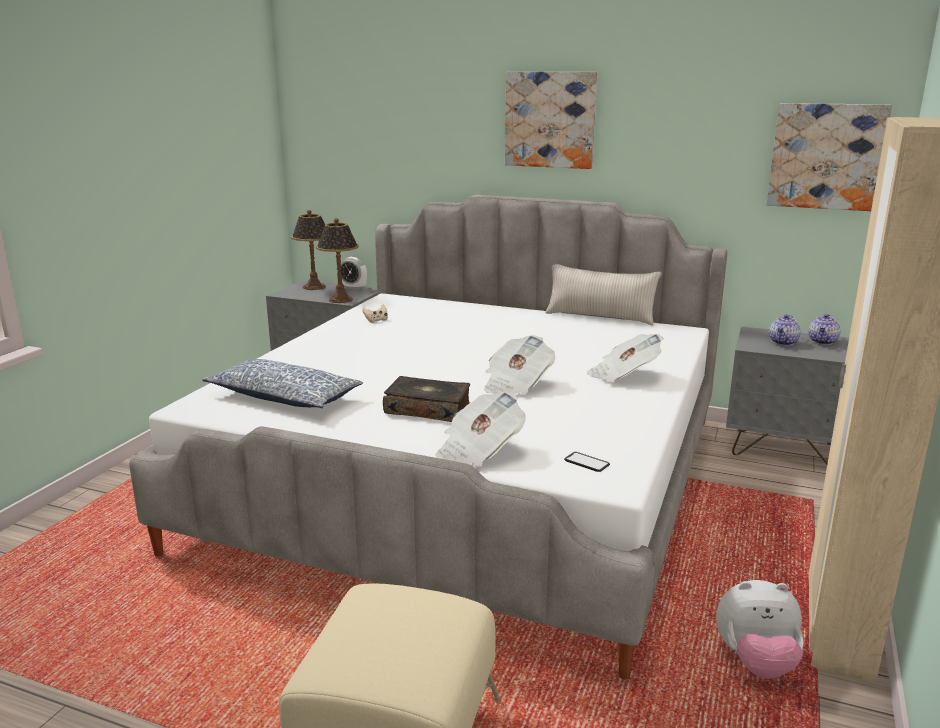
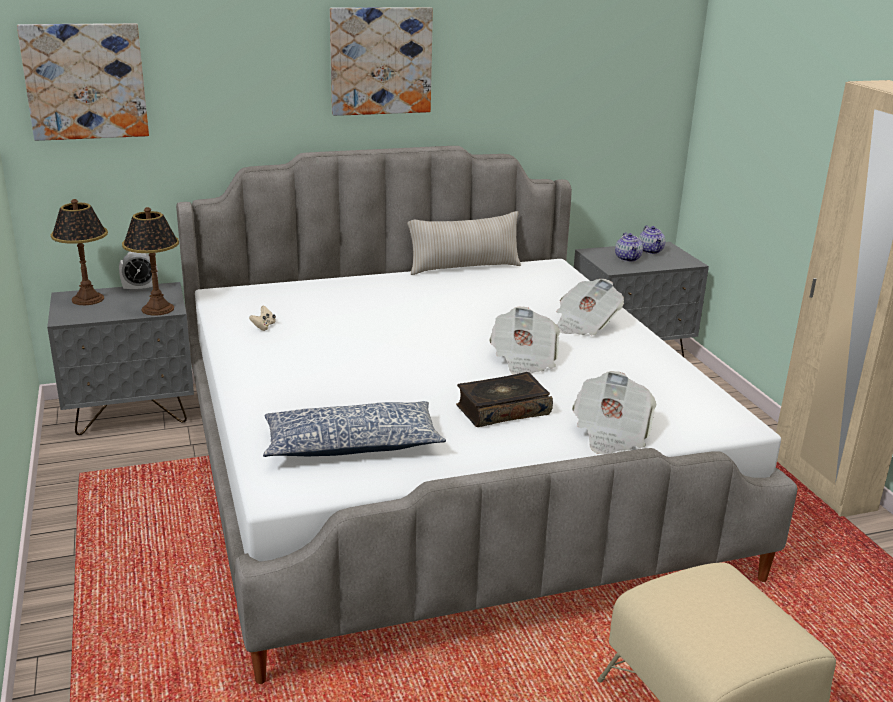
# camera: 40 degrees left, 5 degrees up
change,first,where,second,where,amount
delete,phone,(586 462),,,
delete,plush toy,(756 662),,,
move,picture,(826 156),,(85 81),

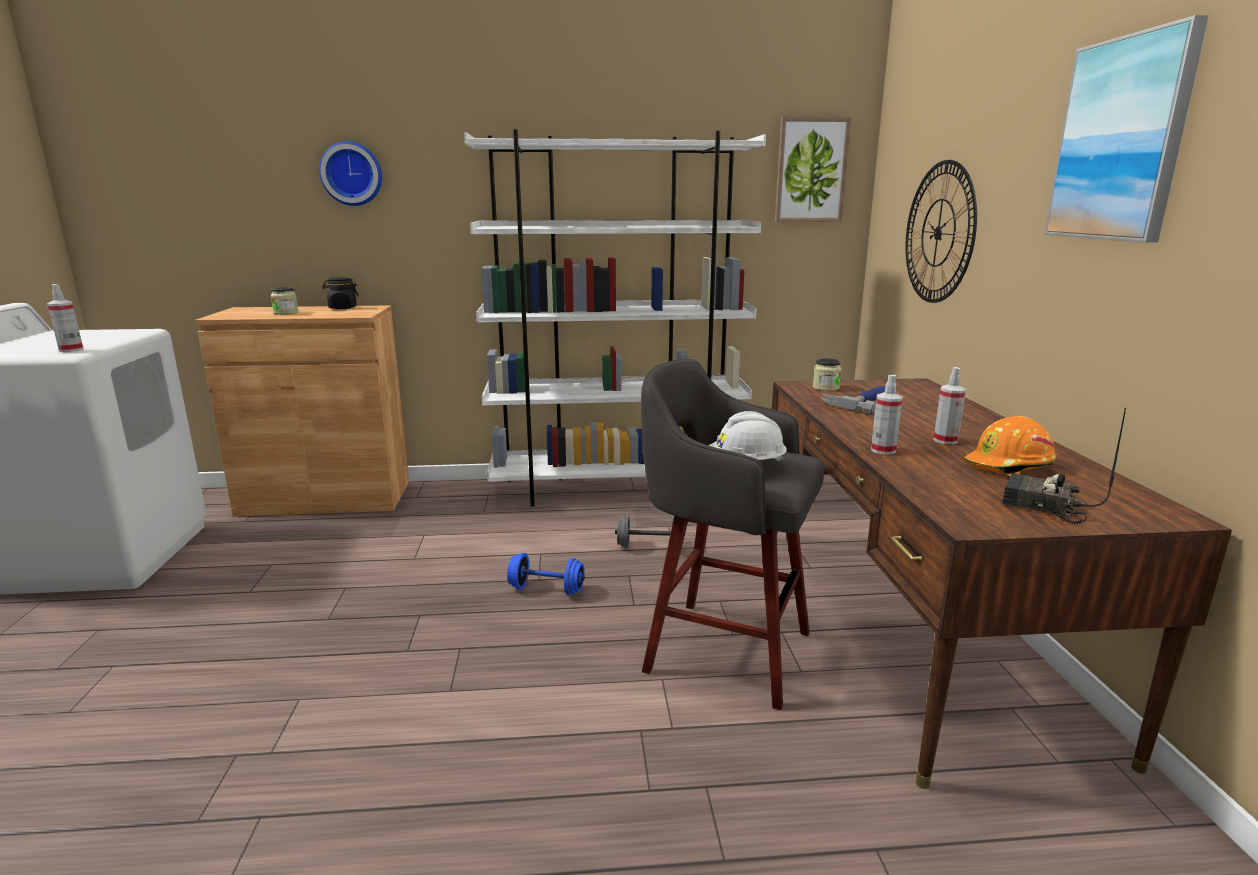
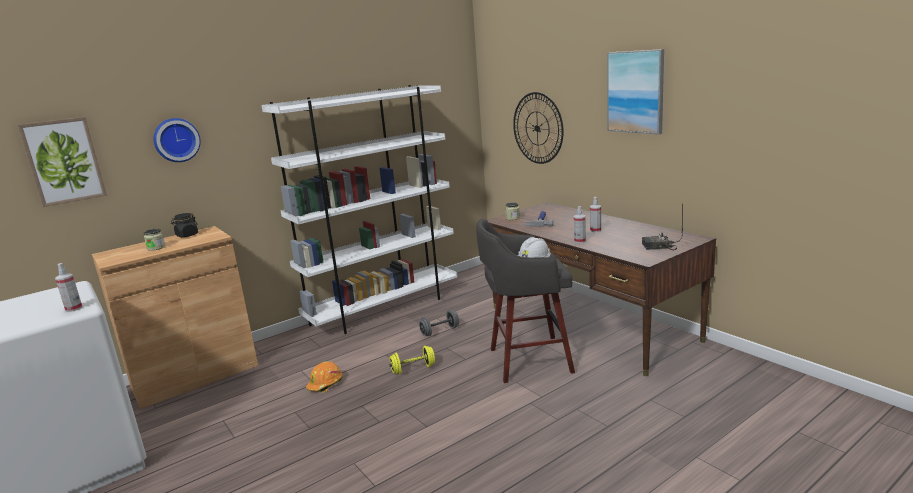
# camera: 30 degrees left, 0 degrees up
change,first,where,second,where,amount
move,picture,(811 170),,(64 161),
move,orange hard hat,(1009 466),,(325 384),
recolor,blue dumbbell,(546 589),yellow dumbbell,(413 369),

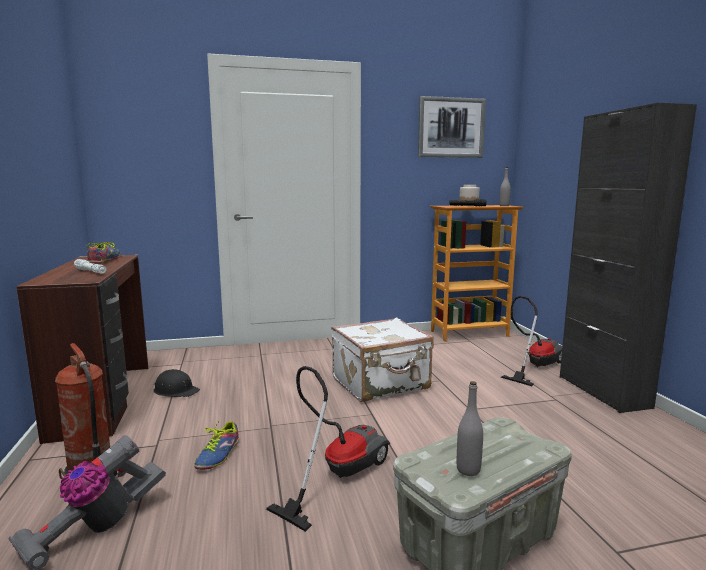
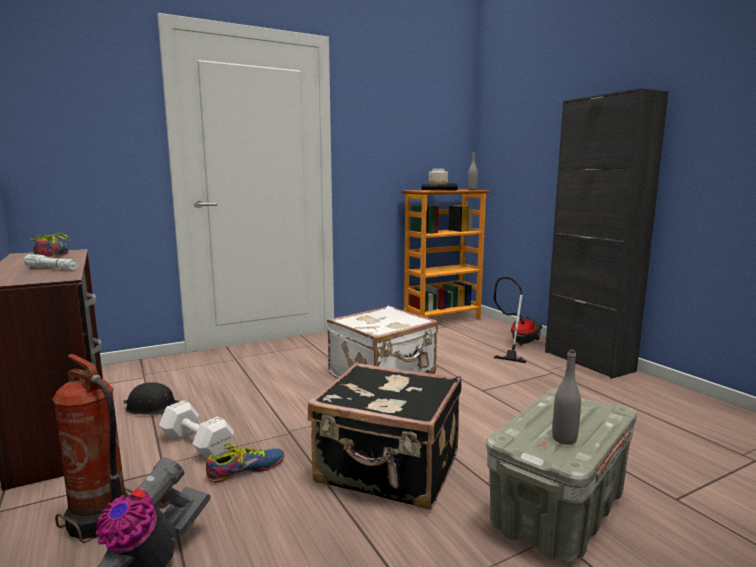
# camera: 15 degrees left, 0 degrees up
change,first,where,second,where,amount
delete,picture,(451 128),,,
insert,,,white dumbbell,(196 443),
replace,vacuum cleaner,(338 474),black suitcase,(389 470),
rotate,shoe,(218 454),,(246 470),120 degrees counterclockwise

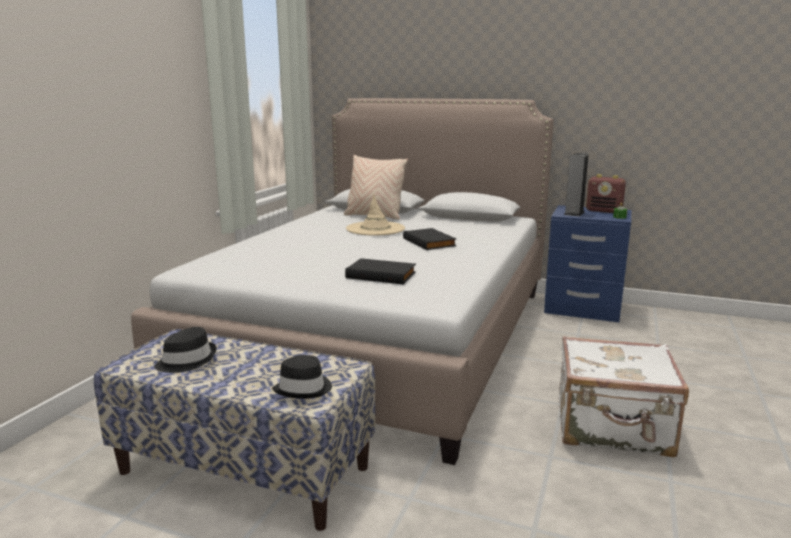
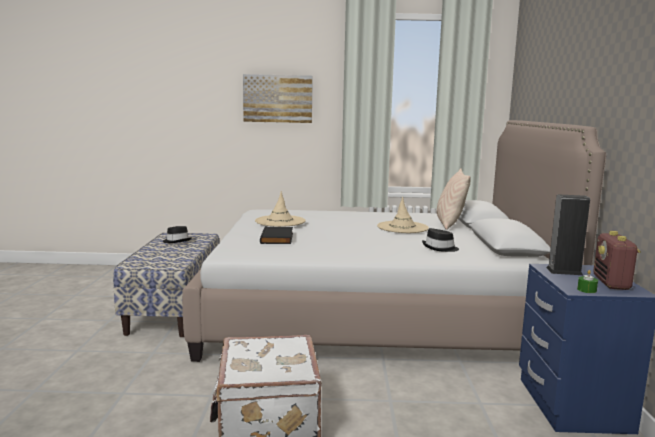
# camera: 70 degrees right, 5 degrees down
change,first,where,second,where,amount
delete,black book,(430 242),,,
insert,,,picture,(278 98),
insert,,,beige hat,(280 221),
move,black hat,(304 388),,(440 248),

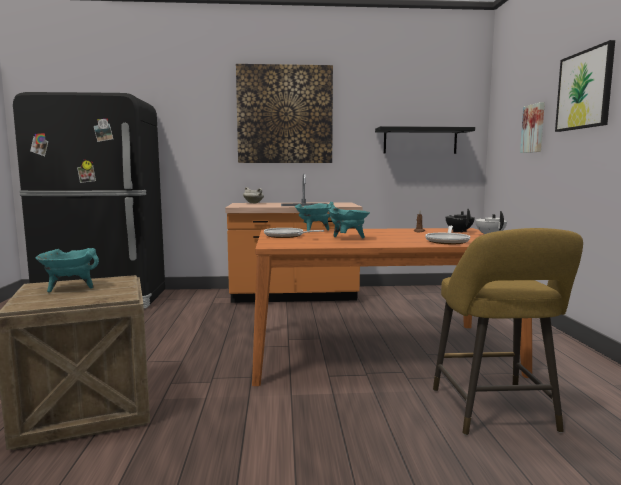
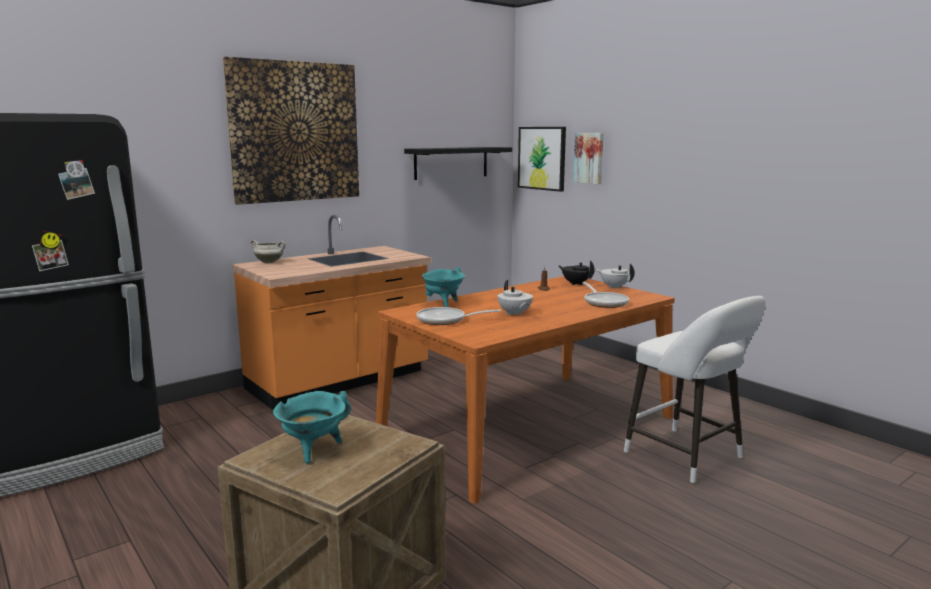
# camera: 35 degrees left, 5 degrees up
change,first,where,second,where,amount
move,picture,(584 90),,(542 158),
replace,turquoise cooking pot,(347 239),white teapot,(514 314),
recolor,yellow stool,(496 413),white stool,(688 458),

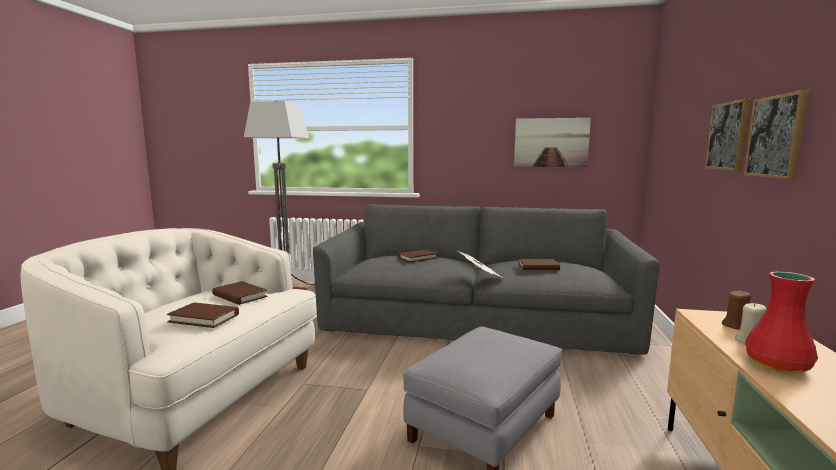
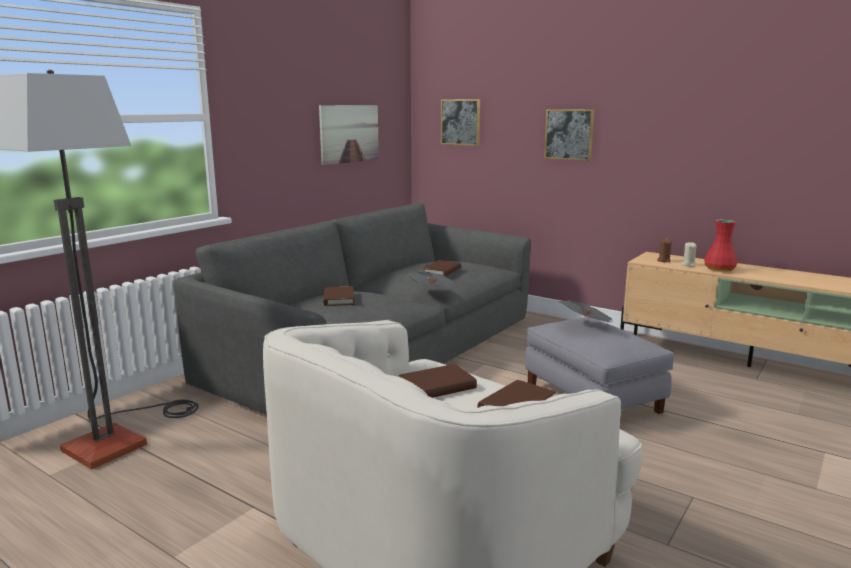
# camera: 65 degrees left, 5 degrees up
change,first,where,second,where,amount
insert,,,newspaper,(587 326),
move,picture,(776 136),,(460 122),

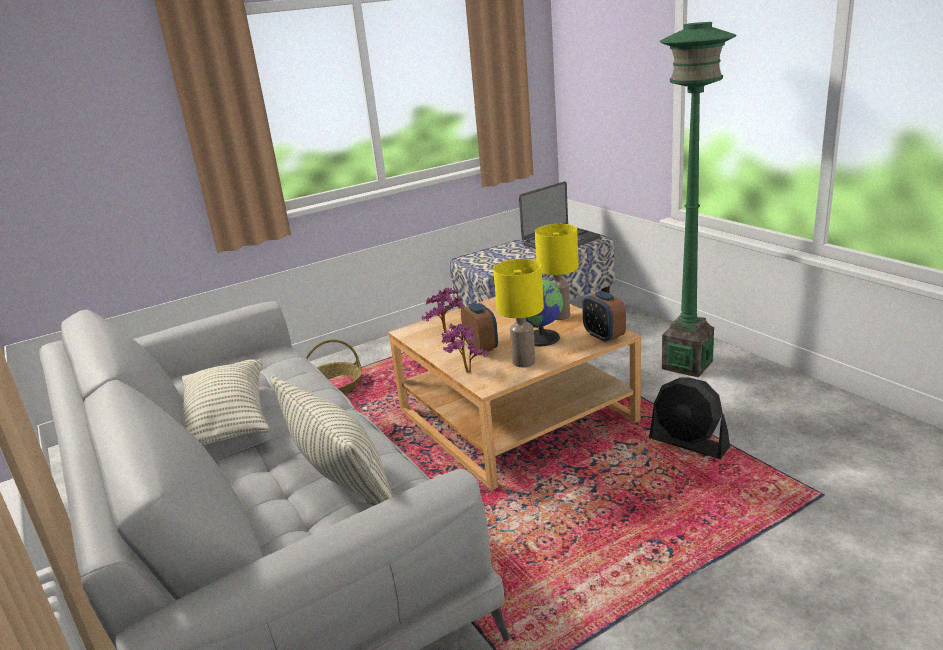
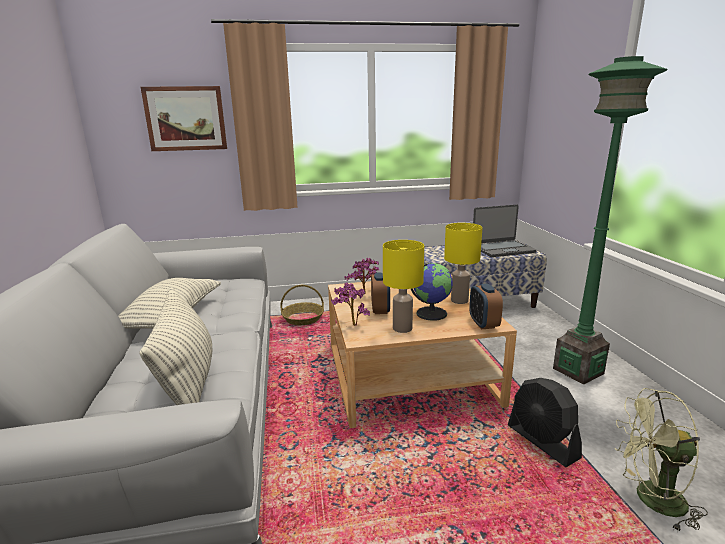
# camera: 20 degrees right, 5 degrees down
change,first,where,second,where,amount
insert,,,picture,(186 119),
insert,,,green fan,(651 500),

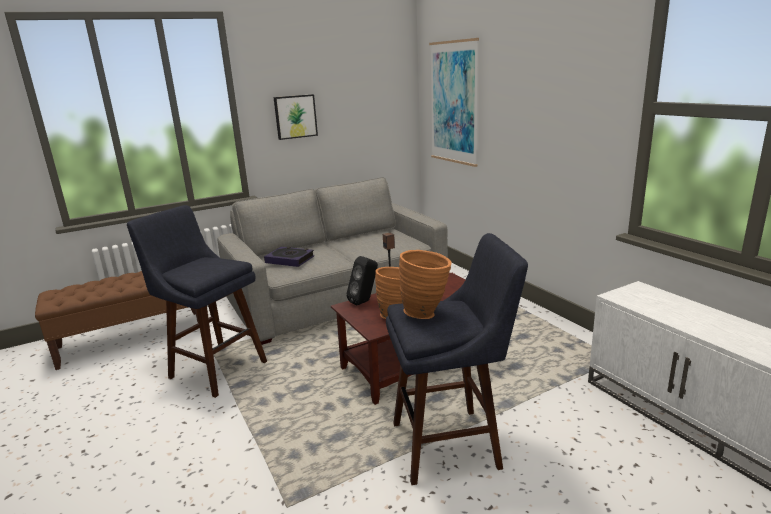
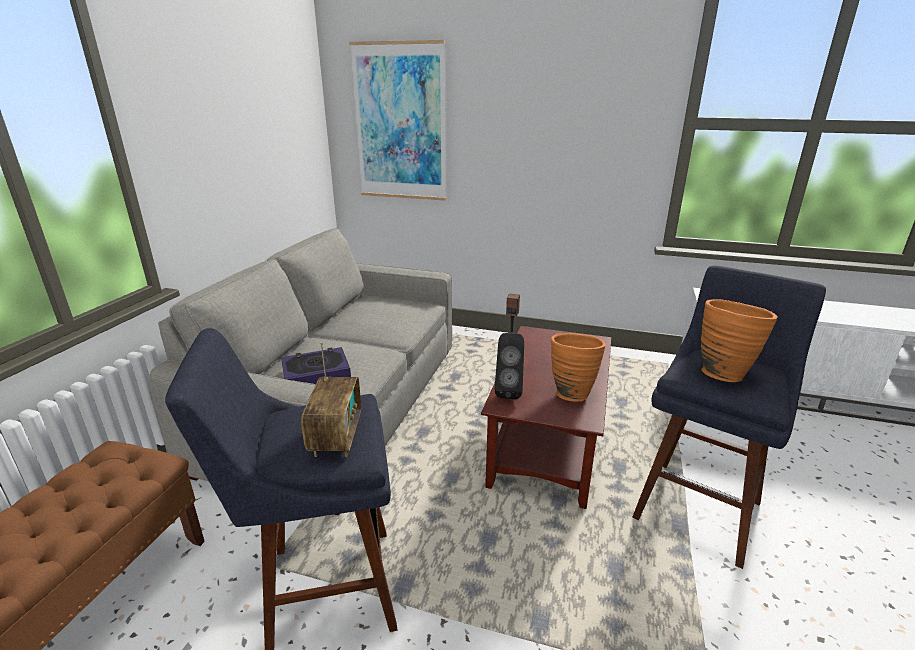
# camera: 45 degrees left, 5 degrees up
change,first,where,second,where,amount
delete,picture,(295 116),,,
insert,,,radio,(336 437),

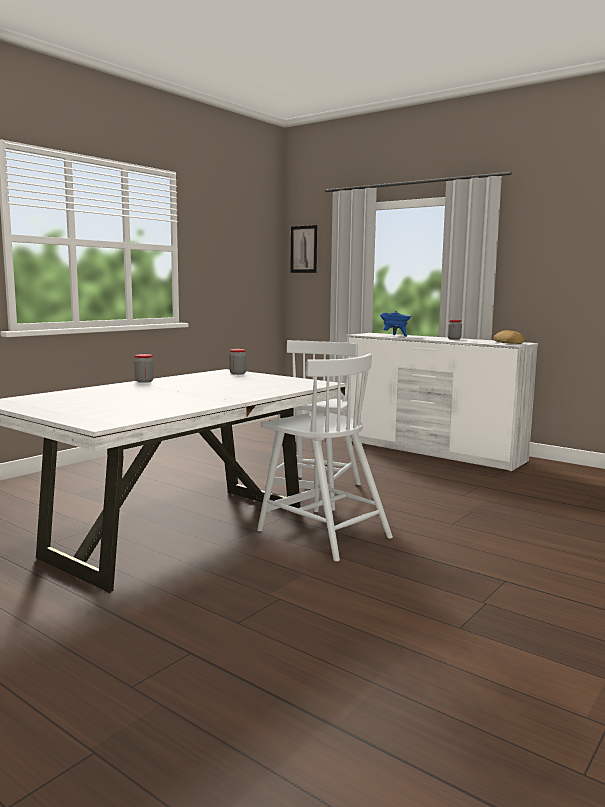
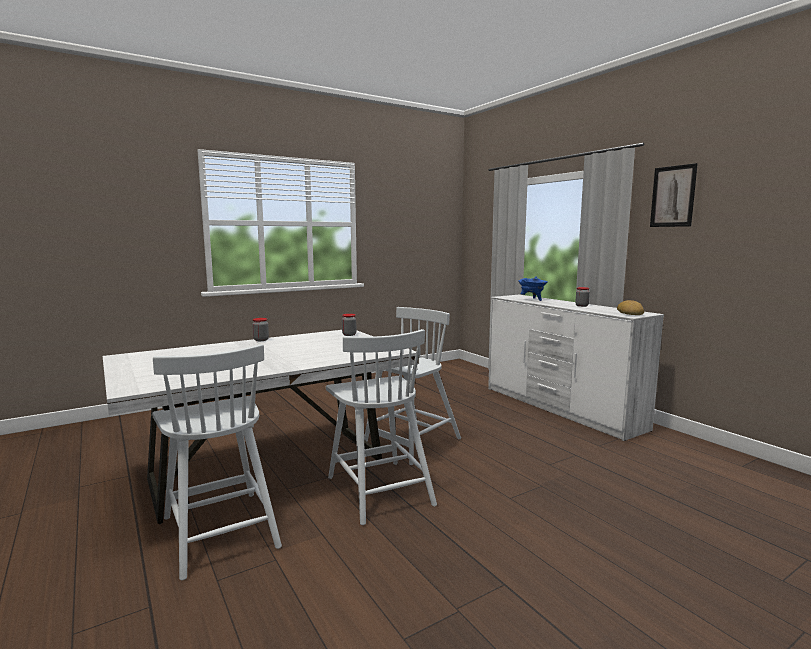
# camera: 20 degrees right, 0 degrees up
change,first,where,second,where,amount
insert,,,white chair,(220 530),
move,picture,(304 249),,(673 196),

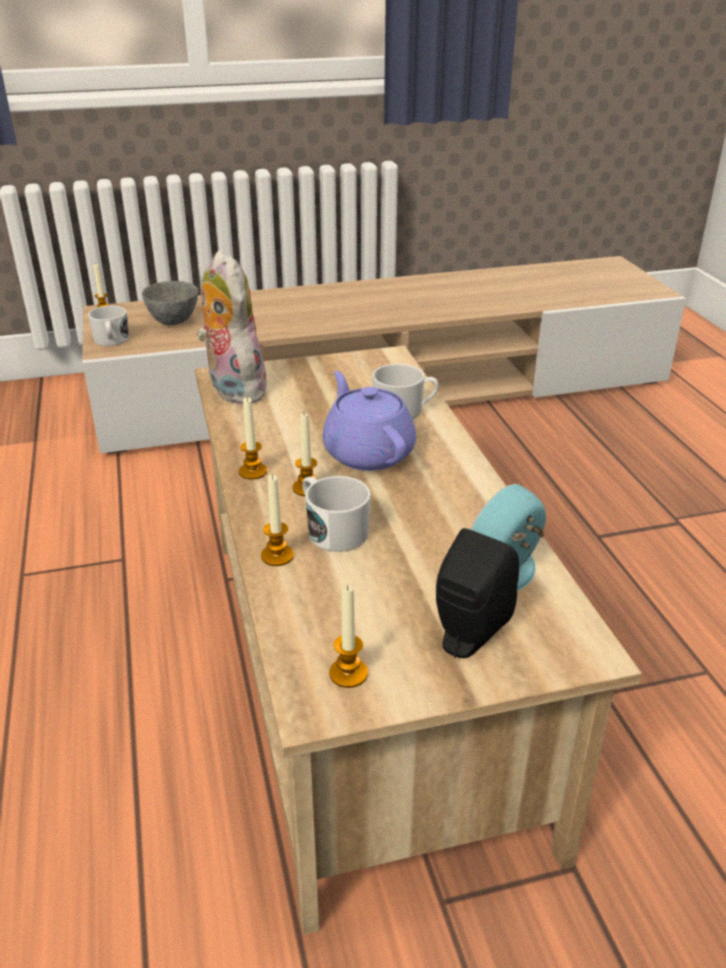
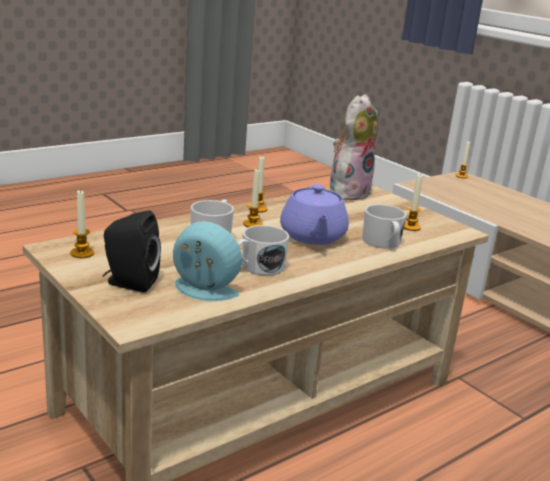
# camera: 65 degrees right, 10 degrees down
change,first,where,second,where,amount
delete,grey bowl,(174 322),,,
move,white mug,(111 341),,(258 267),
move,candle,(277 556),,(411 227),
rotate,purple teapot,(367 452),,(312 237),135 degrees clockwise

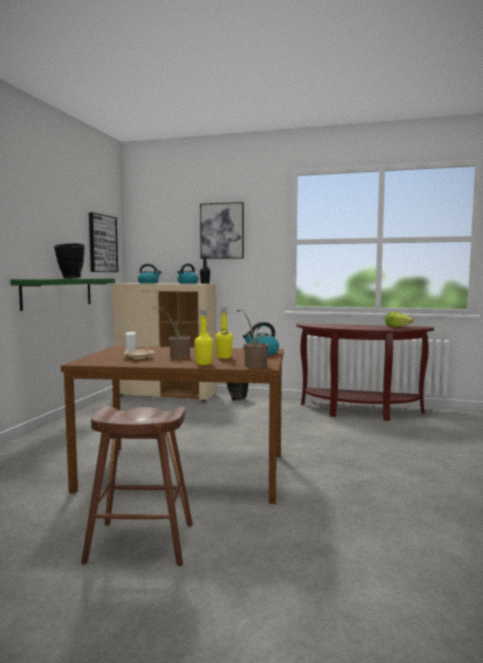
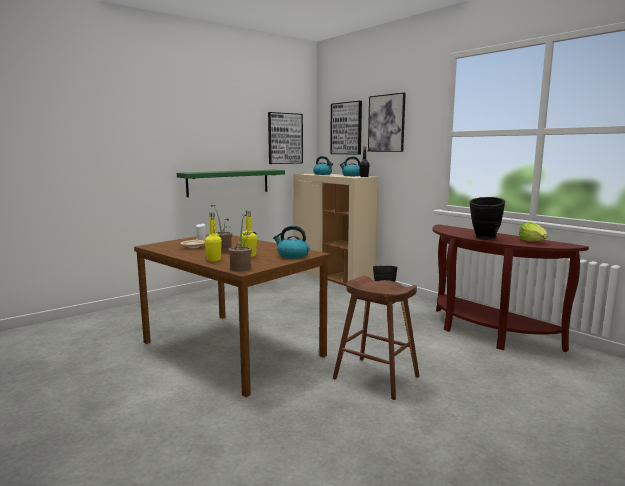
# camera: 35 degrees right, 5 degrees up
change,first,where,second,where,amount
insert,,,picture,(346 128),
move,black vase,(71 278),,(484 239),
move,brown stool,(141 543),,(376 378),

